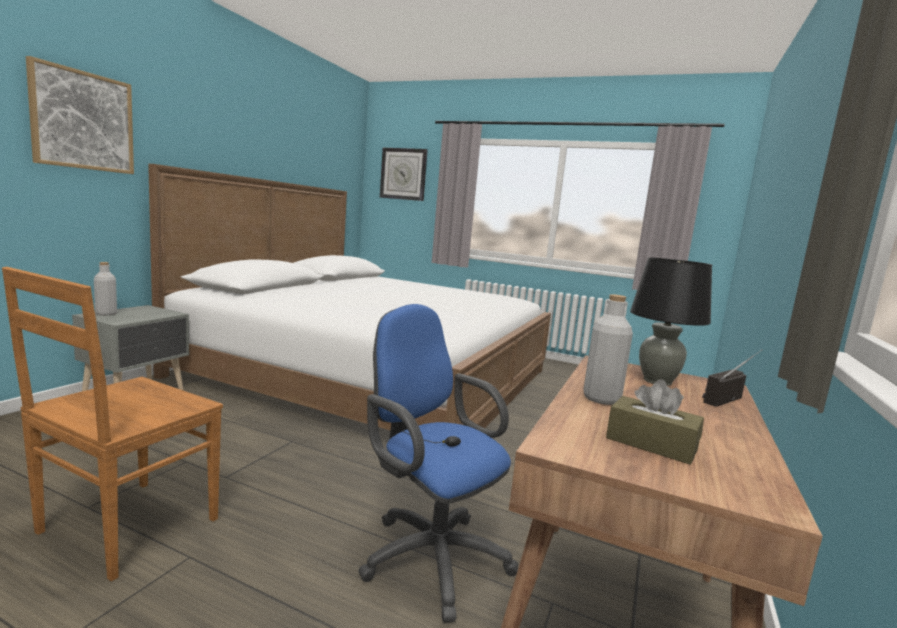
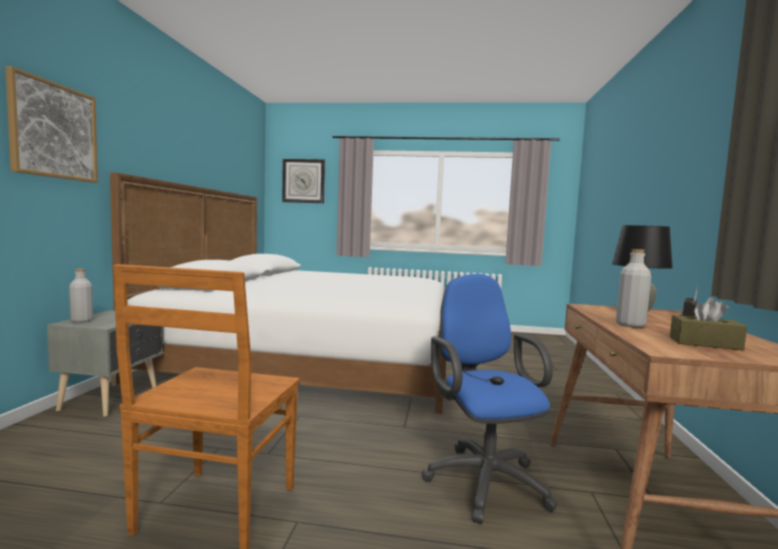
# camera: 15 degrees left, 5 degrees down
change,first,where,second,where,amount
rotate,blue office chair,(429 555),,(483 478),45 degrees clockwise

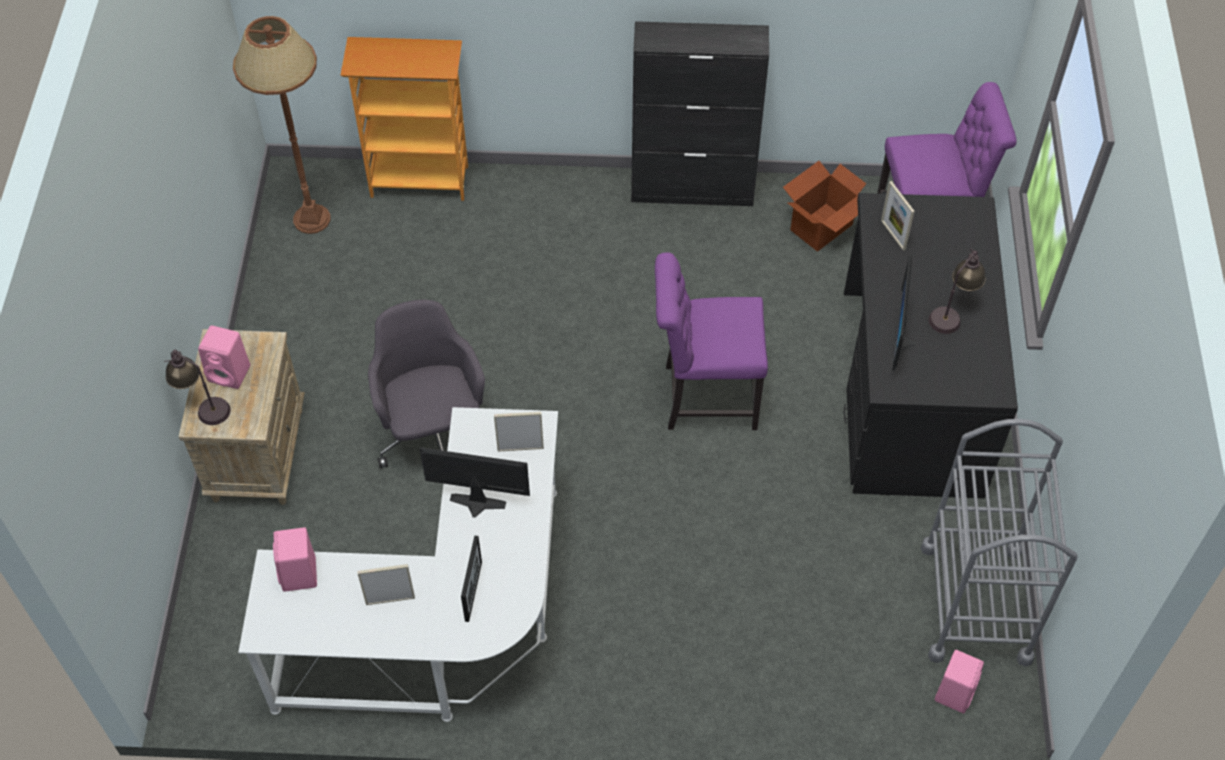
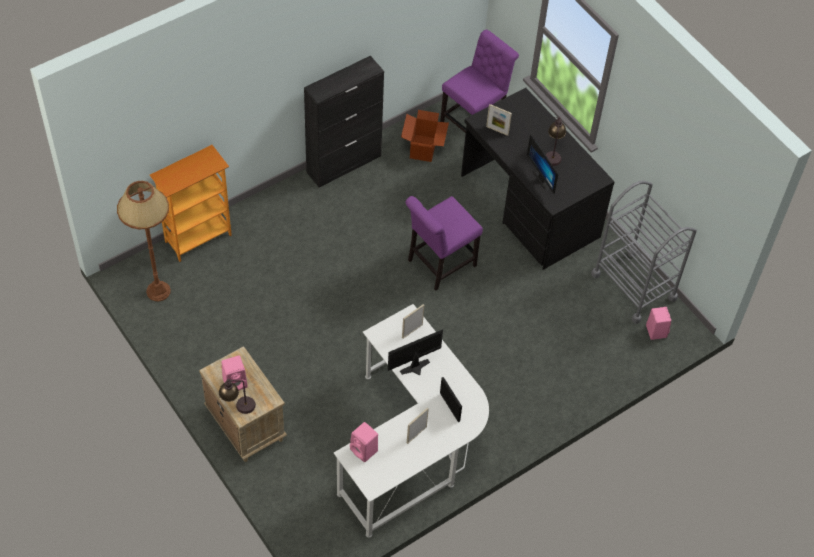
# camera: 40 degrees left, 0 degrees up
change,first,where,second,where,amount
delete,grey office chair,(433 432),,,

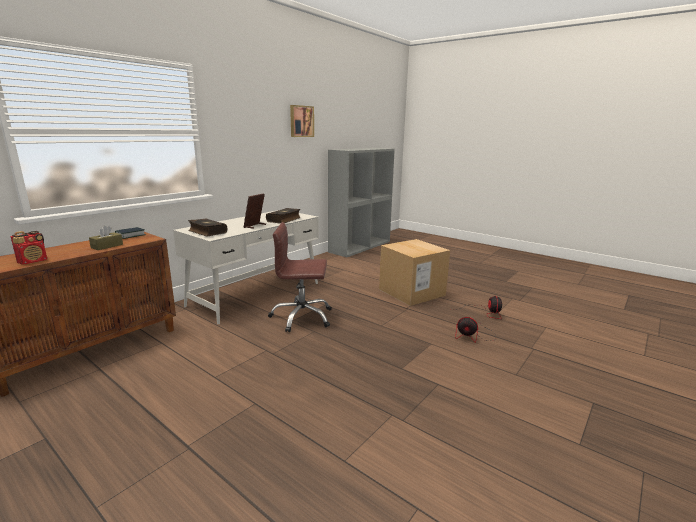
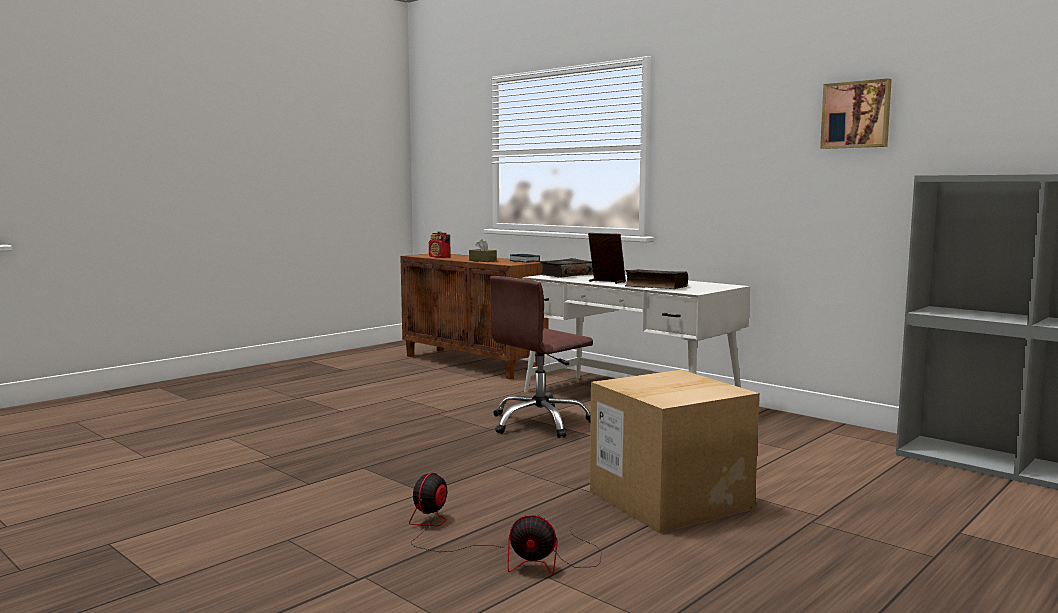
# camera: 95 degrees right, 10 degrees down
change,first,where,second,where,amount
rotate,brown office chair,(302 317),,(540 423),135 degrees counterclockwise

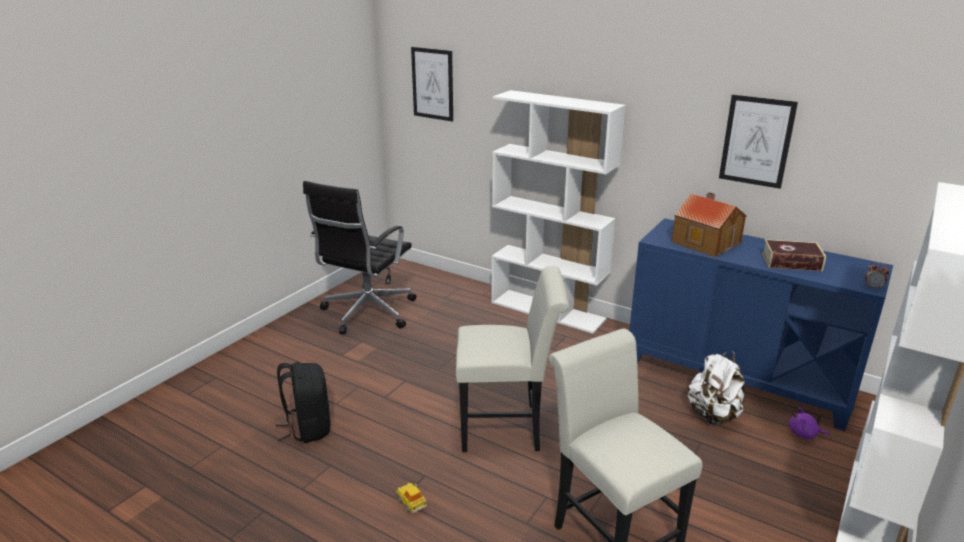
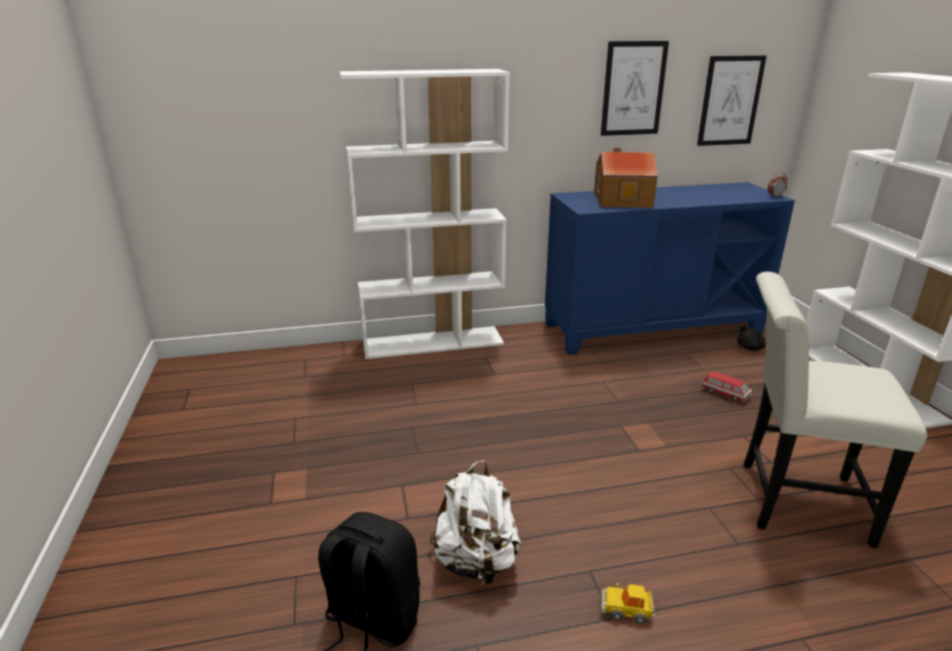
# camera: 45 degrees left, 0 degrees up
change,first,where,second,where,amount
delete,black office chair,(367 313),,,
delete,white chair,(507 427),,,
delete,book,(791 262),,,
insert,,,toy car,(725 394),
move,picture,(432 84),,(730 101),
move,white backpack,(713 415),,(476 562),
recolor,purple plush toy,(804 434),black plush toy,(750 348),

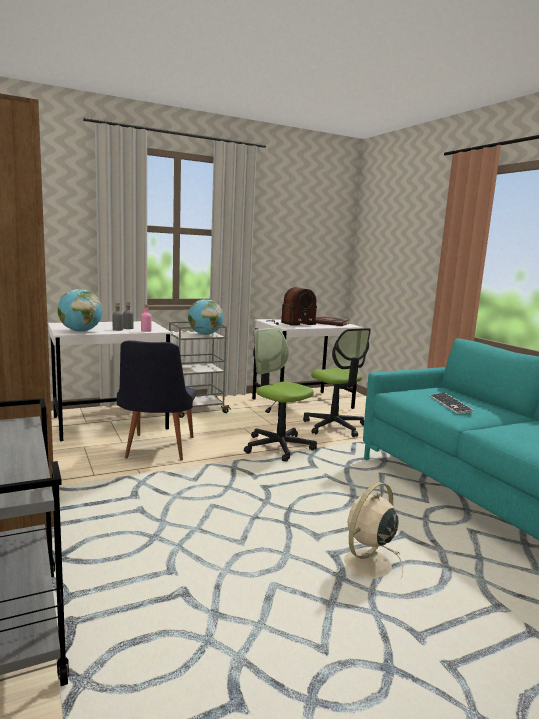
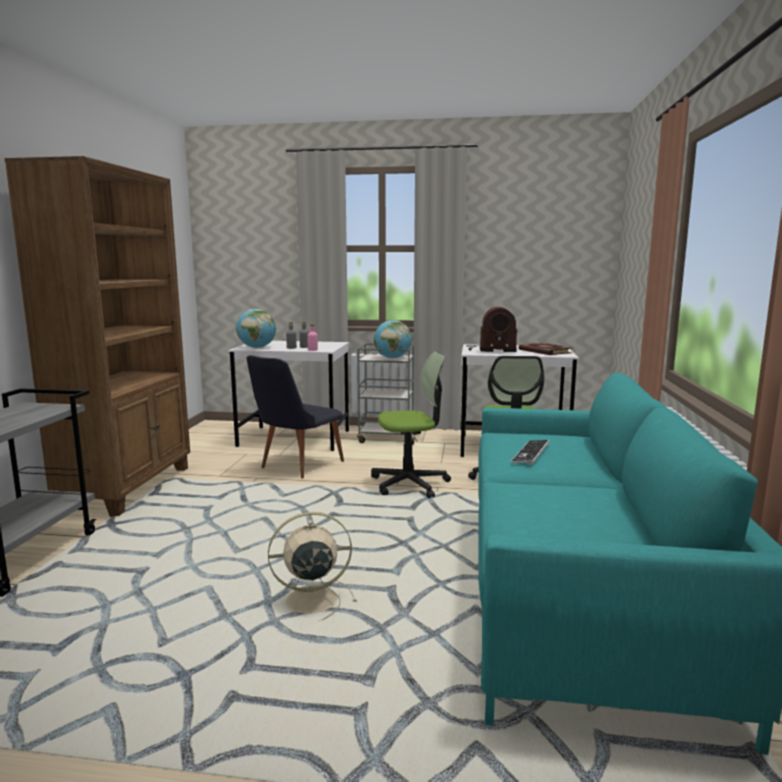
# camera: 35 degrees right, 0 degrees up
change,first,where,second,where,amount
rotate,office chair,(278 447),,(410 484),90 degrees clockwise

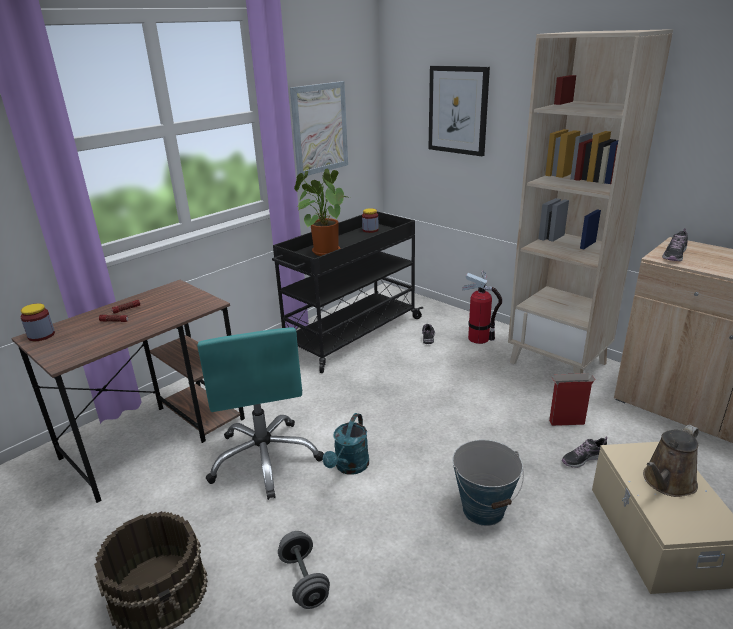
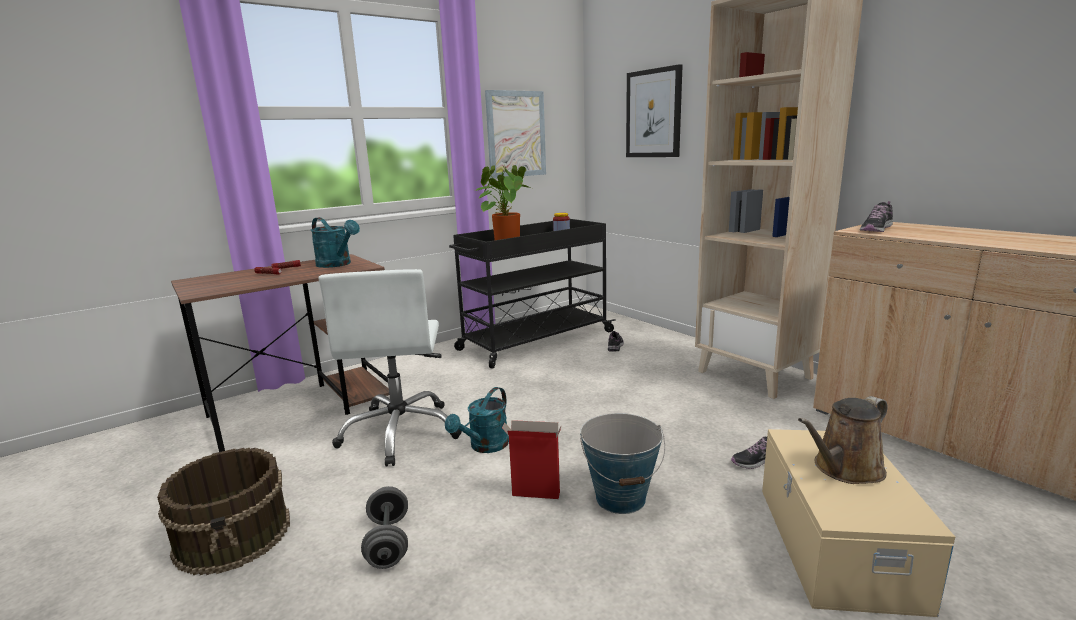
# camera: 10 degrees right, 10 degrees down
change,first,where,second,where,amount
delete,jar,(41 335),,,
delete,fire extinguisher,(478 338),,,
insert,,,turquoise watering can,(337 264),
move,cardboard box,(566 422),,(535 494),
recolor,turquoise office chair,(265 458),white office chair,(401 432),

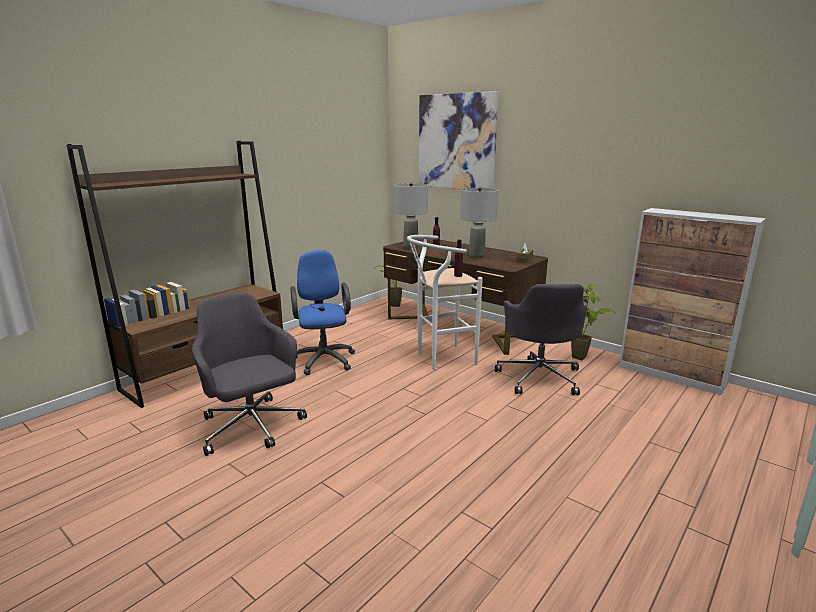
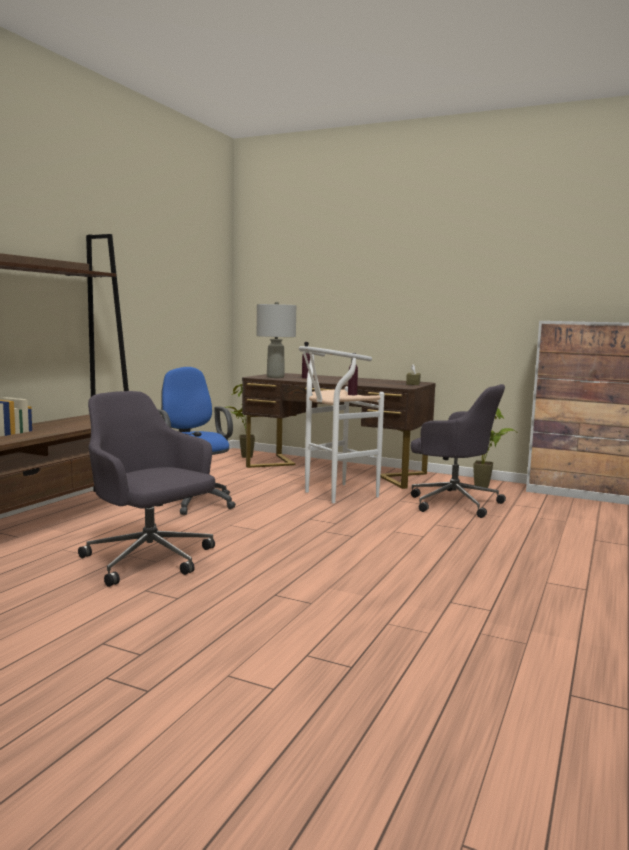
# camera: 15 degrees left, 10 degrees down
change,first,where,second,where,amount
delete,picture,(456 142),,,
delete,grey table lamp,(477 256),,,
rotate,grey office chair,(539 377),,(452 502),45 degrees counterclockwise

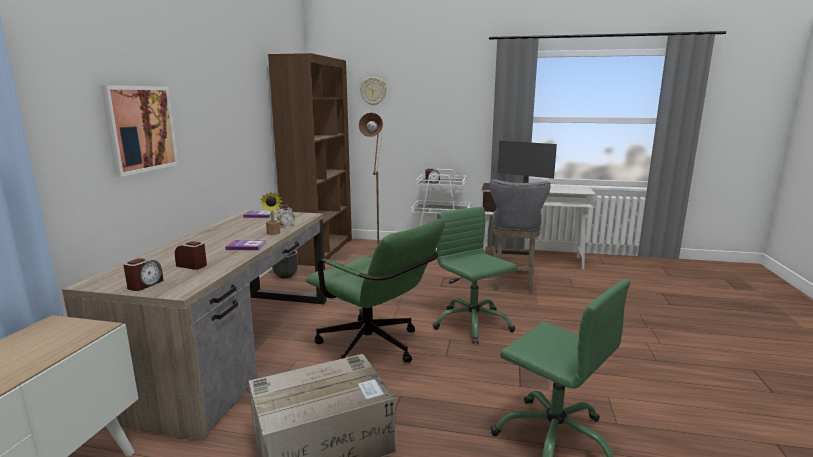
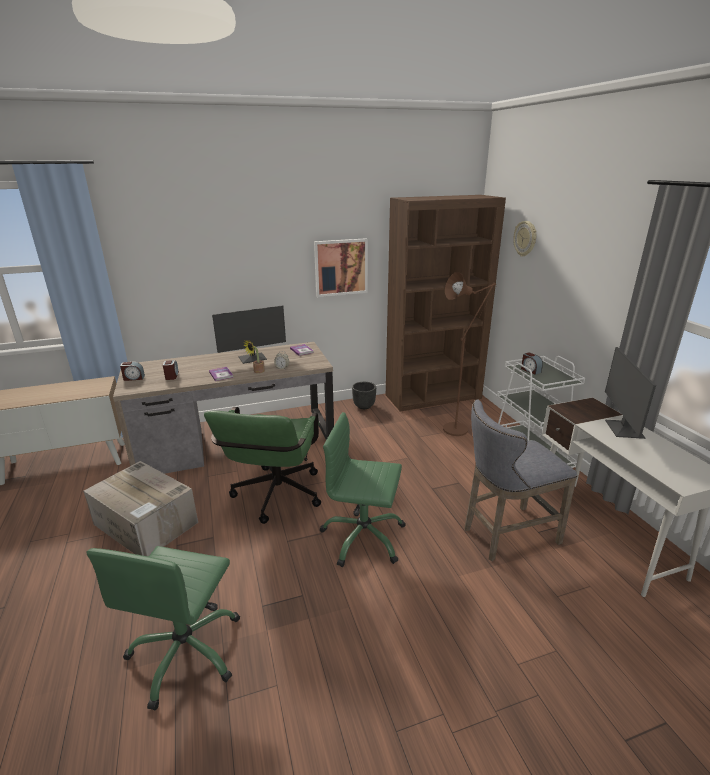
# camera: 60 degrees right, 10 degrees up
change,first,where,second,where,amount
insert,,,monitor,(253 358),
move,picture,(140 129),,(341 267),
rotate,green office chair,(472 324),,(363 537),105 degrees counterclockwise

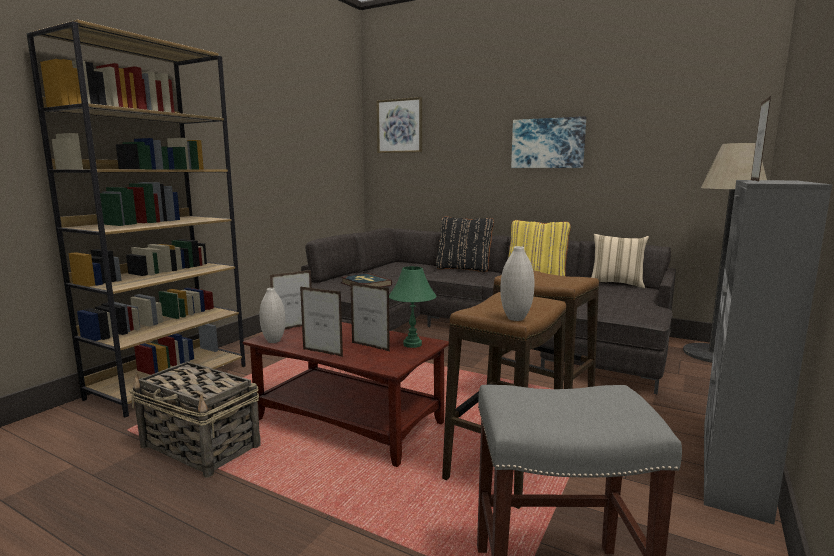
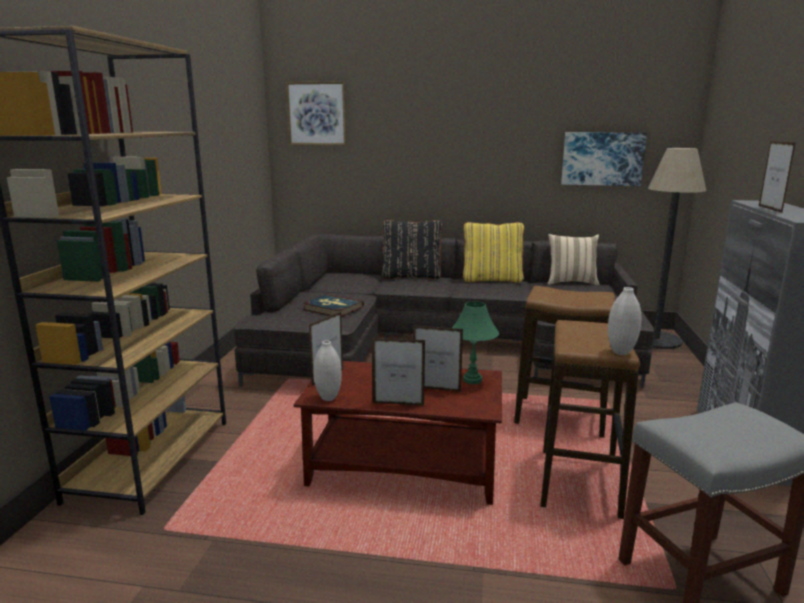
# camera: 20 degrees left, 5 degrees up
change,first,where,second,where,amount
delete,basket,(201 447),,,
move,picture,(548 143),,(602 158),

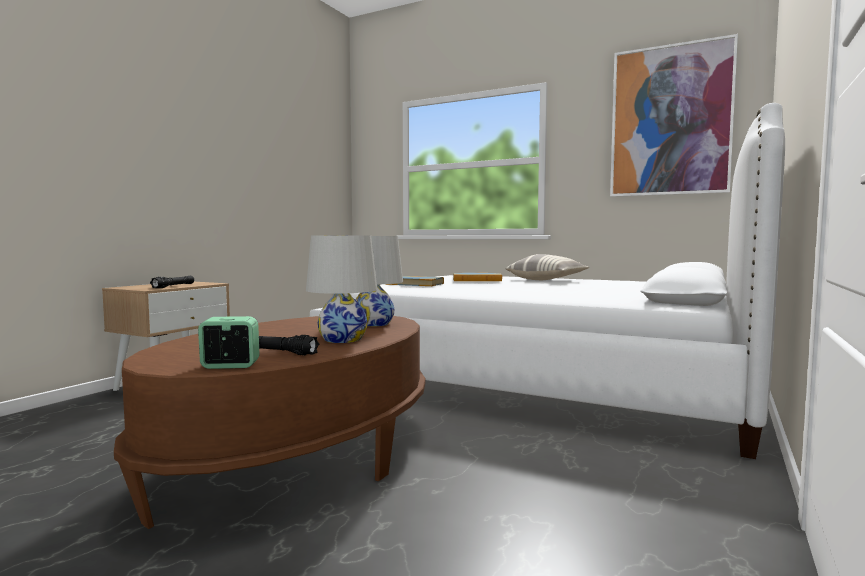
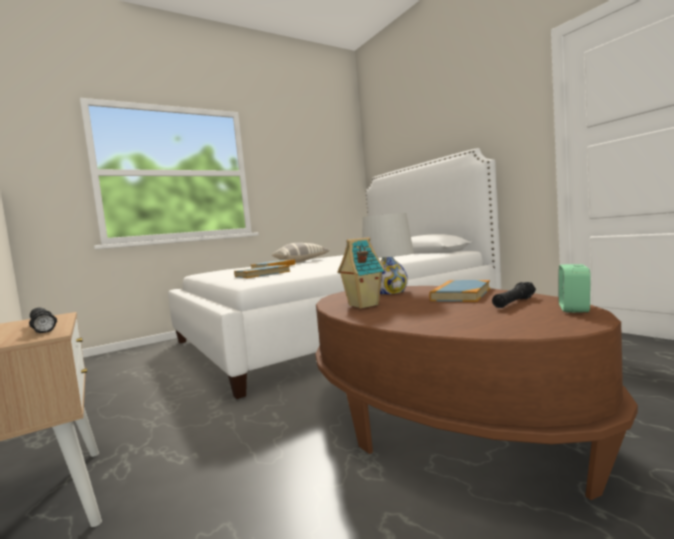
# camera: 60 degrees left, 0 degrees up
change,first,where,second,where,amount
delete,picture,(670 121),,,
insert,,,toy house,(362 305),
replace,white table lamp,(342 339),book,(461 294),

